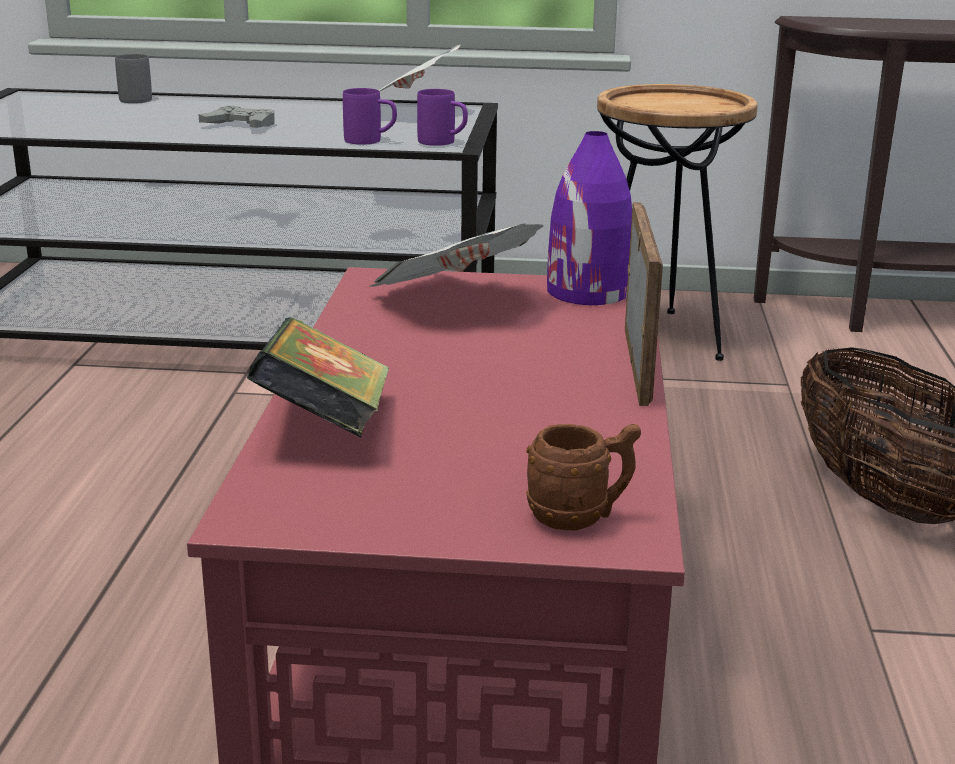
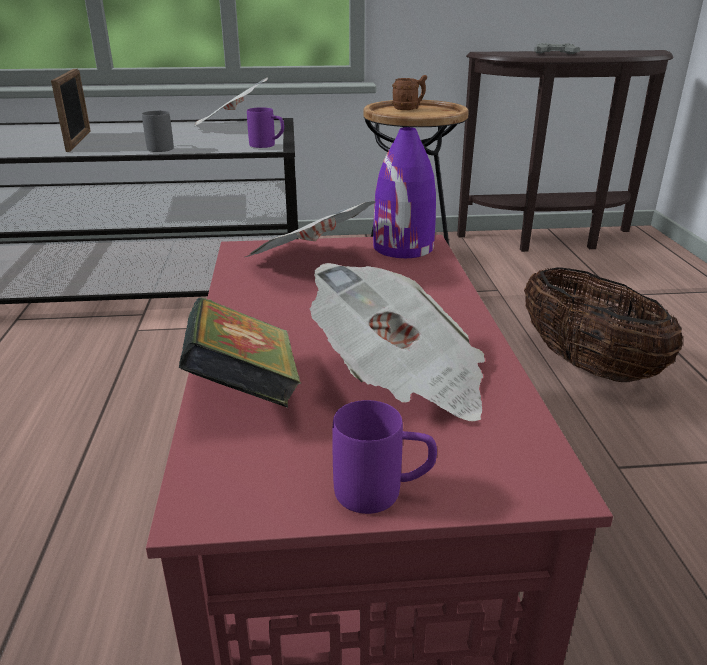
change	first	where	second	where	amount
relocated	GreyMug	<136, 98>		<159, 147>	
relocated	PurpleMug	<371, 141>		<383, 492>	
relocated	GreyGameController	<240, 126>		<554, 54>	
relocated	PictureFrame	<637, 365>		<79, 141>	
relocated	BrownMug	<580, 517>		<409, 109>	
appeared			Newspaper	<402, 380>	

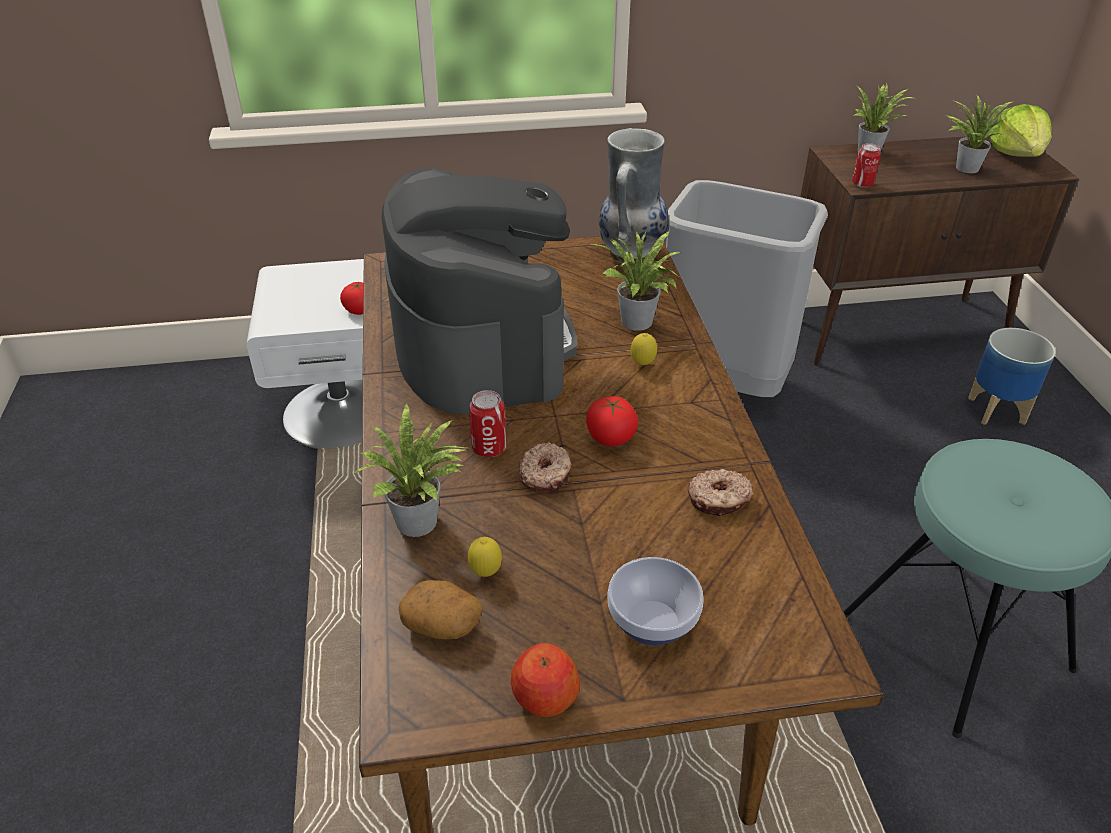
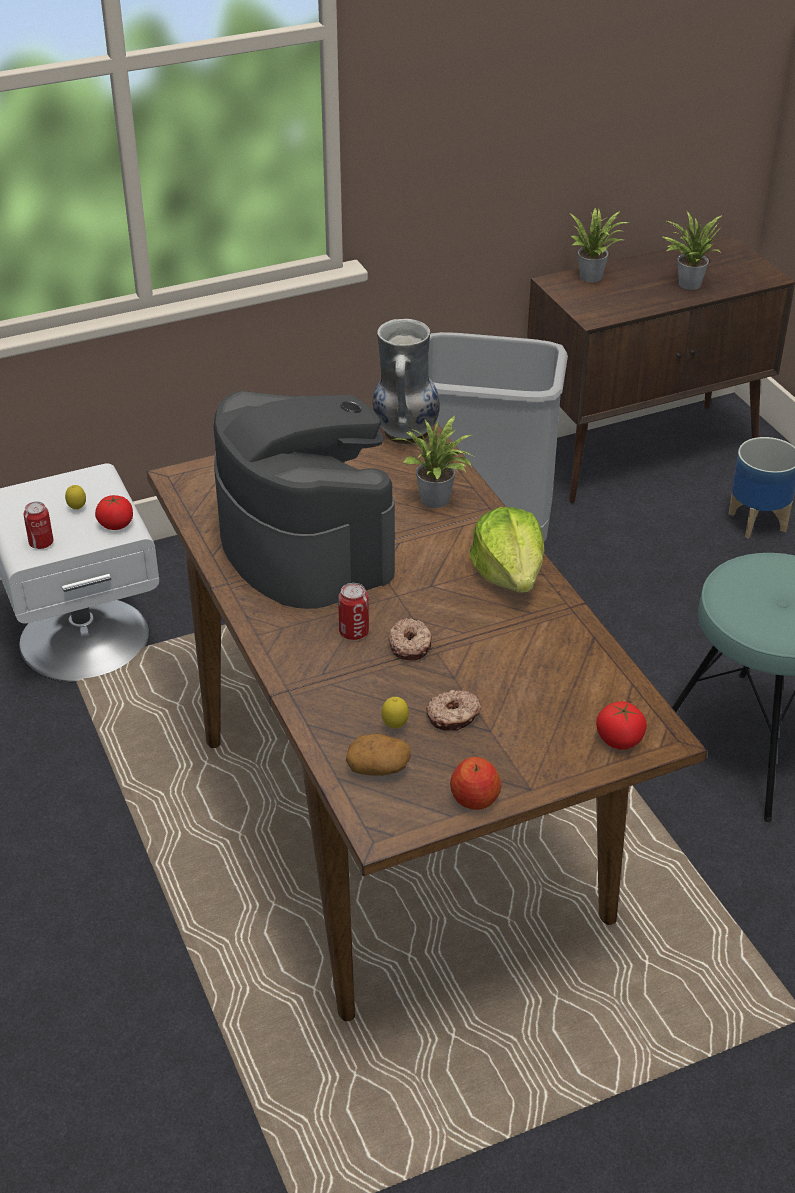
change	first	where	second	where	amount
relocated	Lettuce	<1018, 154>		<509, 574>	
relocated	Can	<862, 184>		<41, 543>	
relocated	Lemon	<642, 364>		<77, 509>	
relocated	Tomato	<610, 437>		<619, 740>	
missing	PottedPlant	<421, 524>			
relocated	Donut	<719, 500>		<453, 717>	
missing	Bowl	<652, 626>			

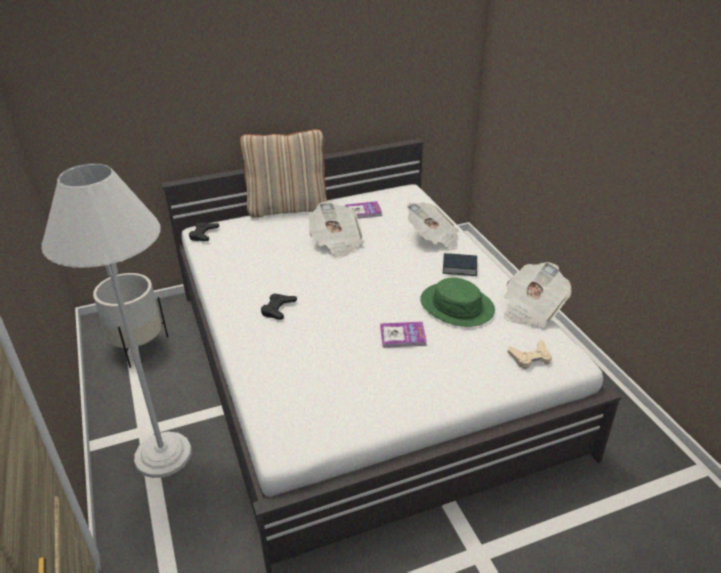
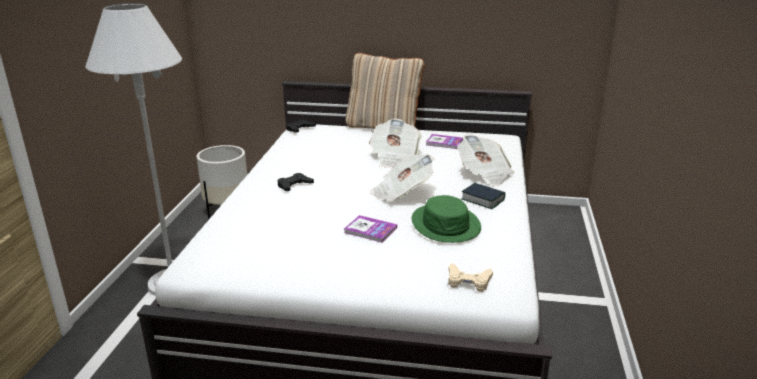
change	first	where	second	where	amount
relocated	Newspaper	<531, 309>		<401, 193>	

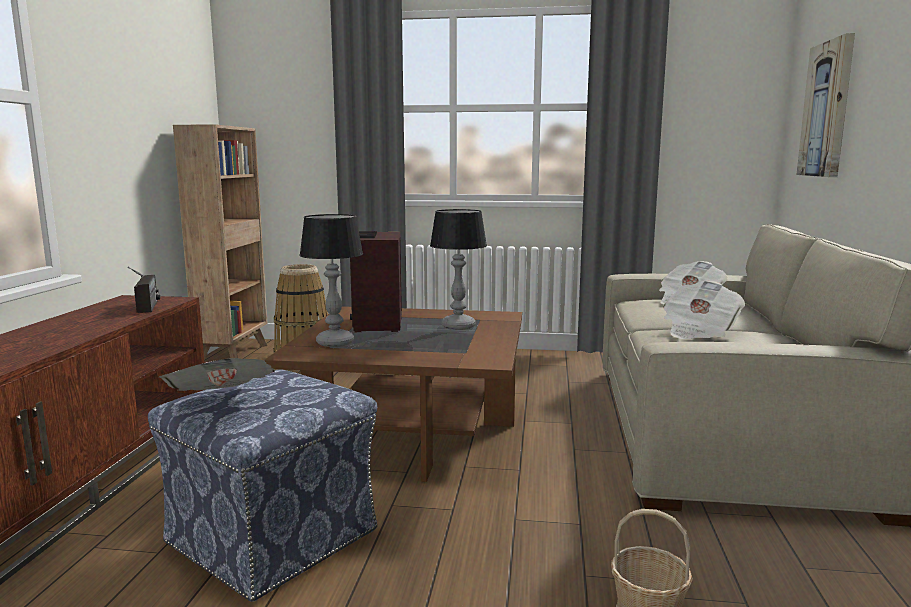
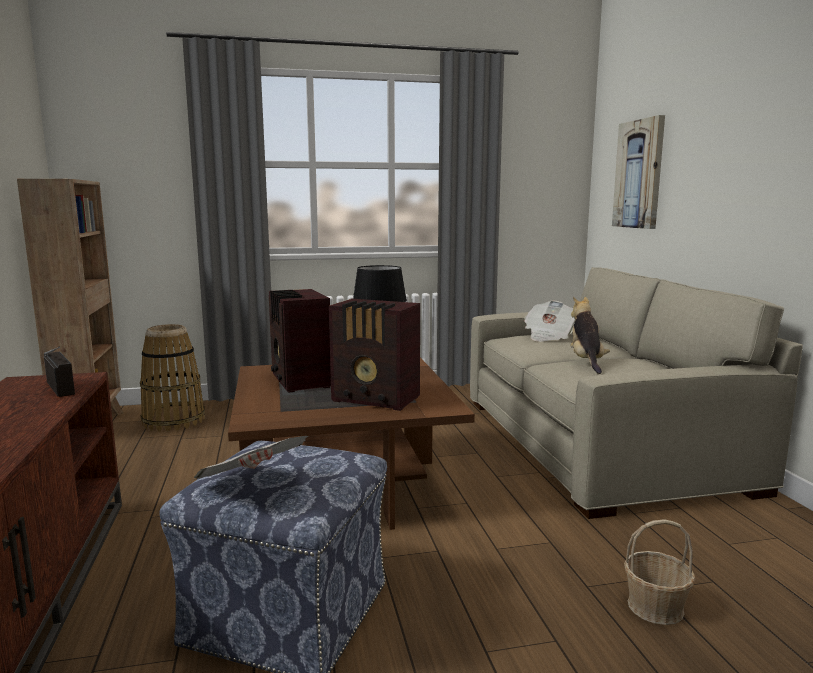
change	first	where	second	where	amount
missing	TableLamp	<334, 342>			
exchanged	Newspaper	<698, 331>	PlushToy	<586, 362>	
appeared			Radio	<377, 399>	

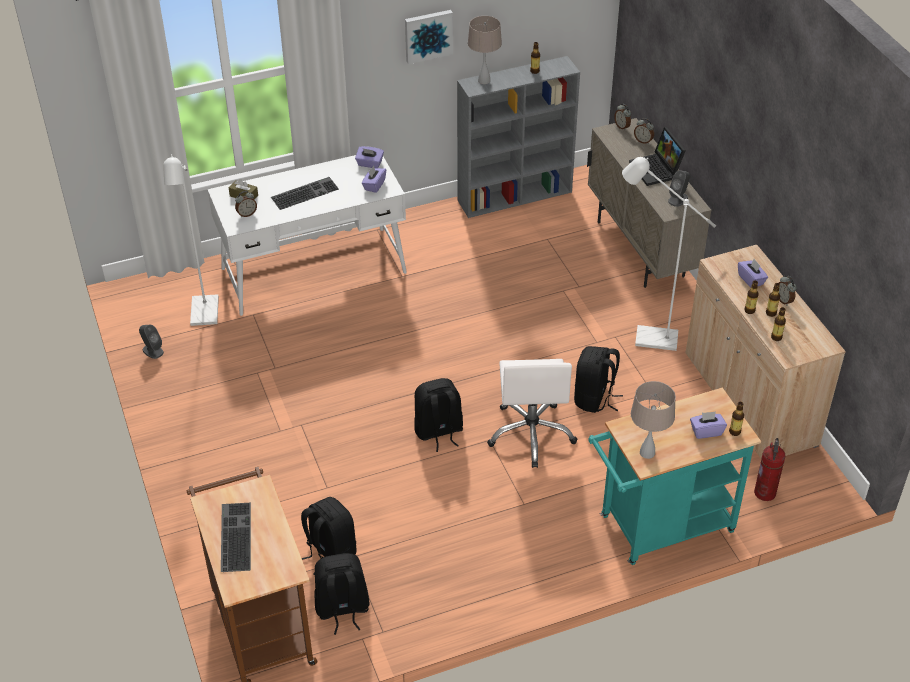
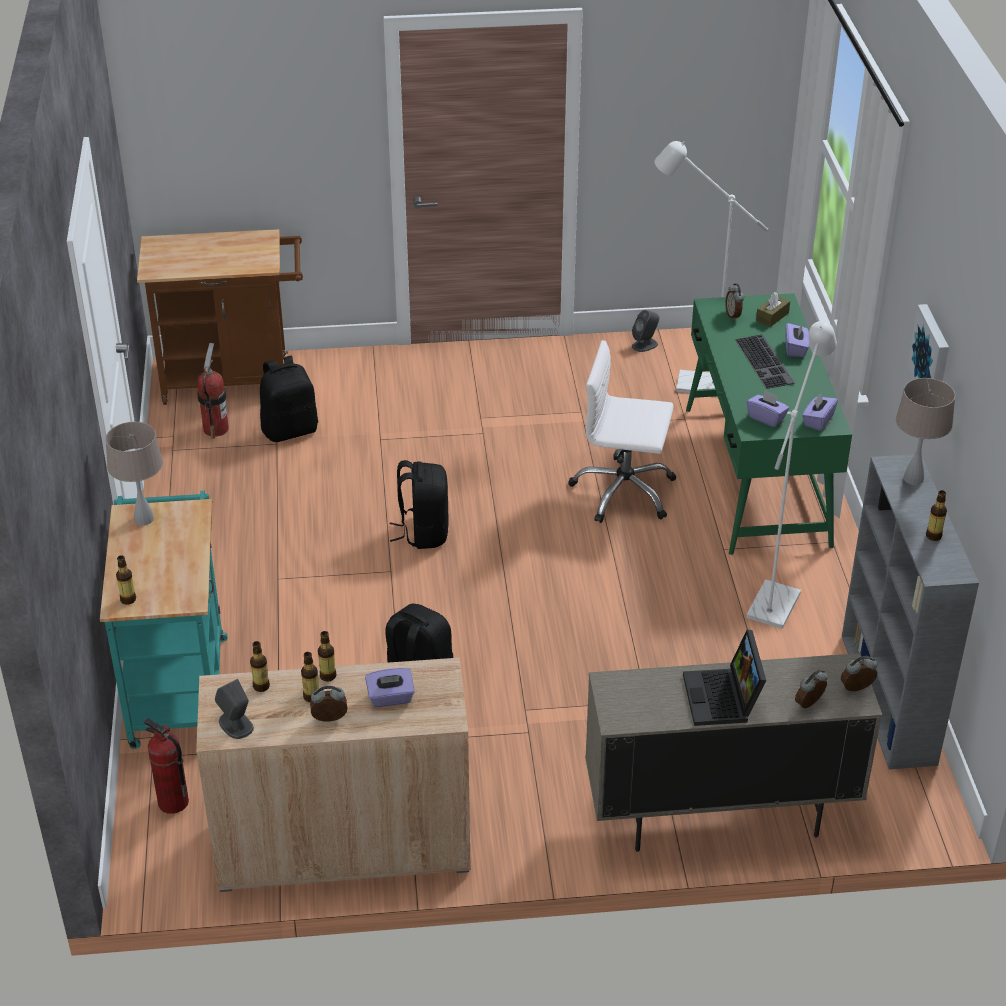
change	first	where	second	where	amount
spun	Laptop	<657, 170>		<723, 699>	90 degrees counterclockwise
colour	WhiteDesk	<314, 270>	GreenDesk	<755, 475>	
relocated	WhiteFloorLamp	<647, 338>		<777, 598>	
relocated	GreySpeaker	<678, 199>		<236, 725>	
relocated	WhiteOfficeChair	<531, 433>		<623, 492>	
relocated	PurpleTissueBox	<706, 431>		<795, 349>	
missing	Keyboard	<234, 536>			
exchanged	BlackBackpack	<342, 609>	FireExtinguisher	<216, 428>	

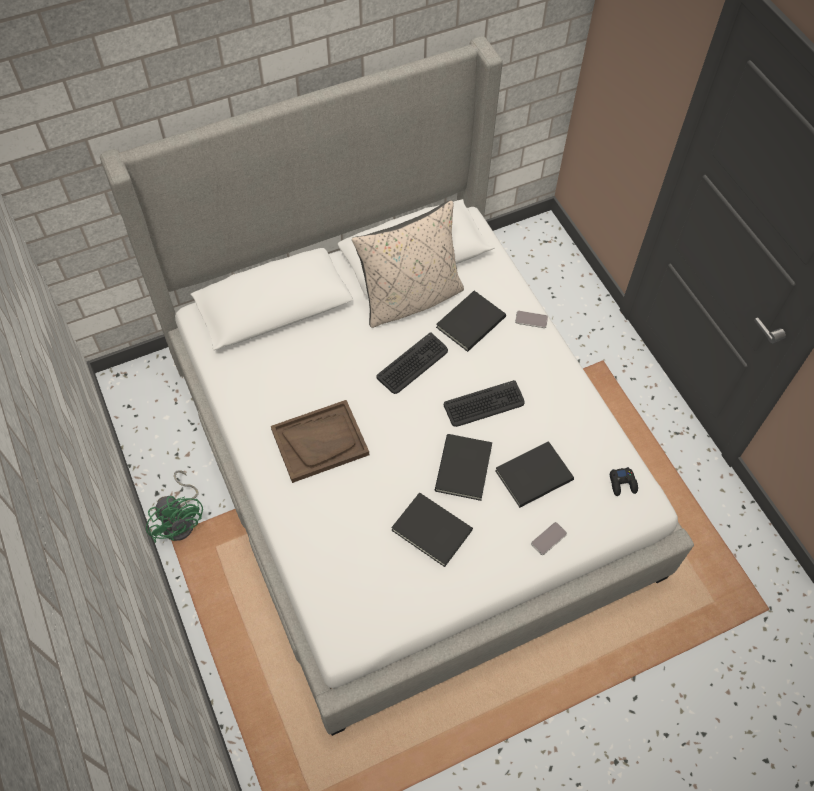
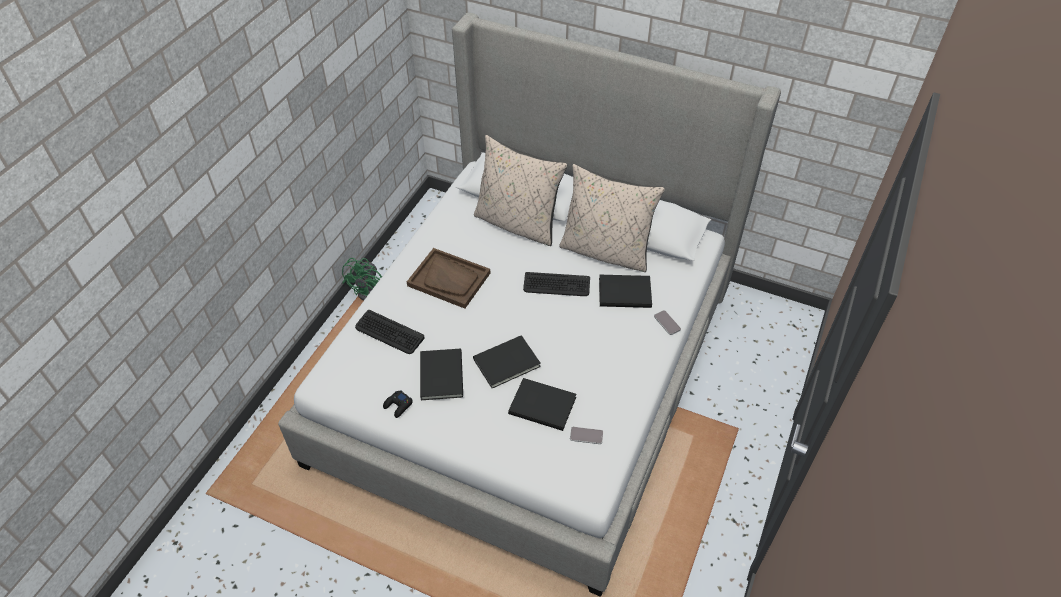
change	first	where	second	where	amount
relocated	Keyboard	<484, 404>		<389, 333>	
relocated	BlackGameController	<622, 483>		<398, 406>	
relocated	Phone	<548, 538>		<586, 435>	
appeared			BeigePillow	<518, 223>	

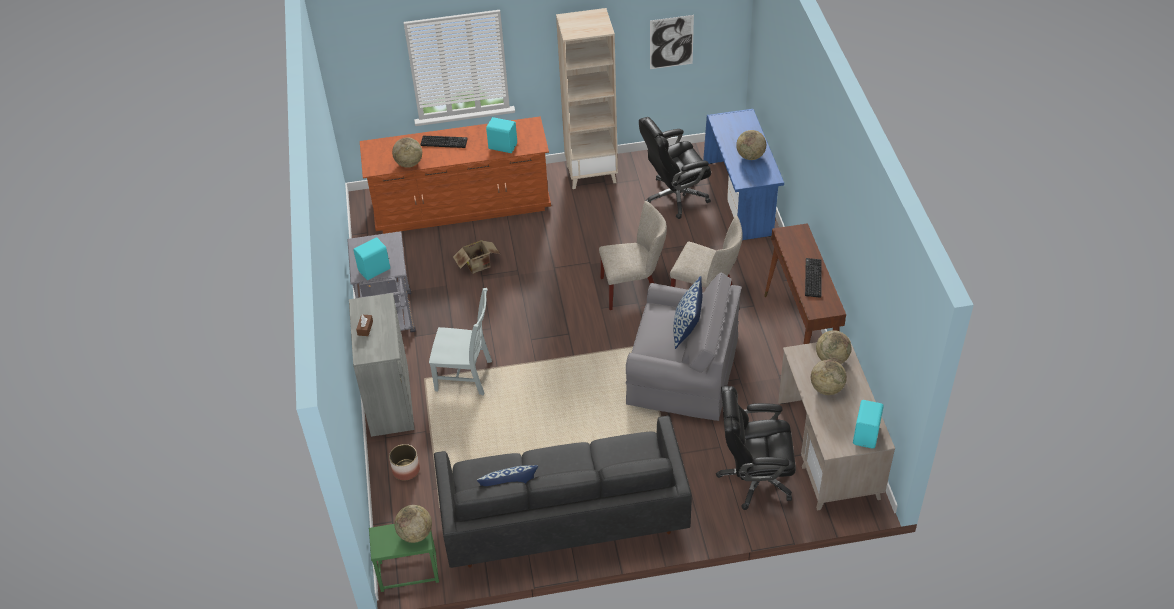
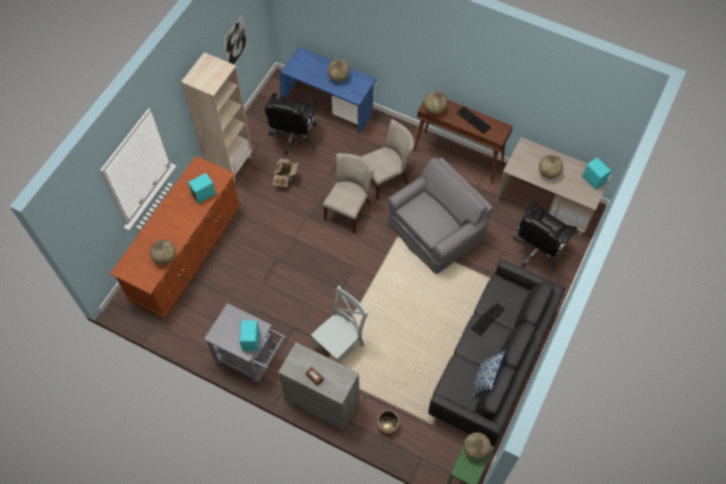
change	first	where	second	where	amount
relocated	Keyboard	<444, 142>		<487, 318>	
relocated	CardboardBox	<479, 266>		<286, 177>	
missing	Pillow	<687, 329>			
relocated	Globe	<831, 359>		<434, 109>	

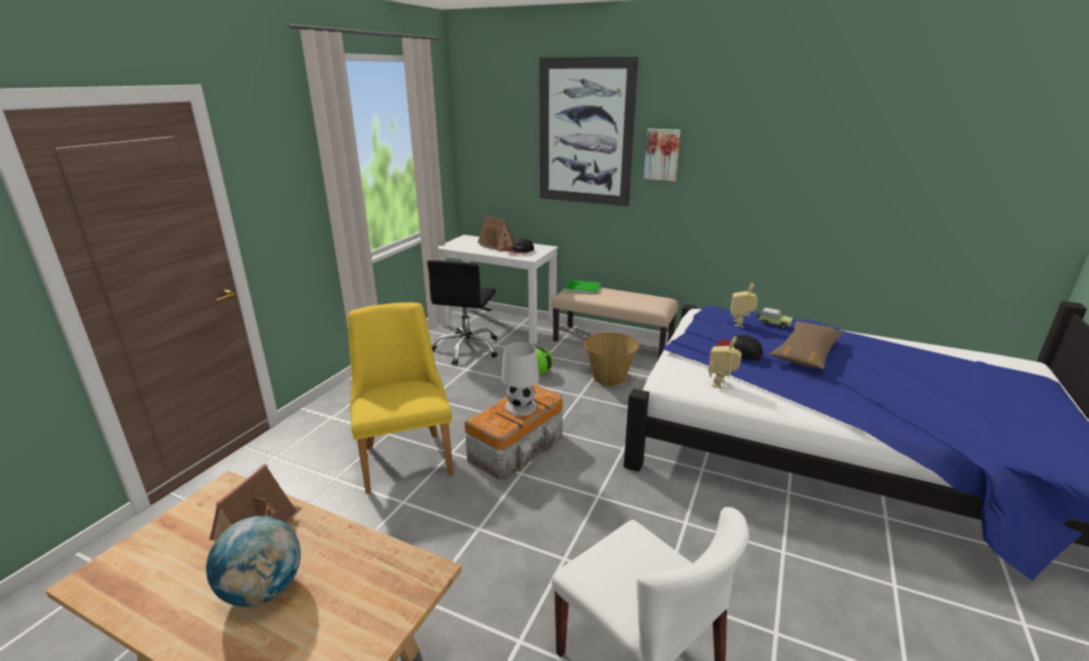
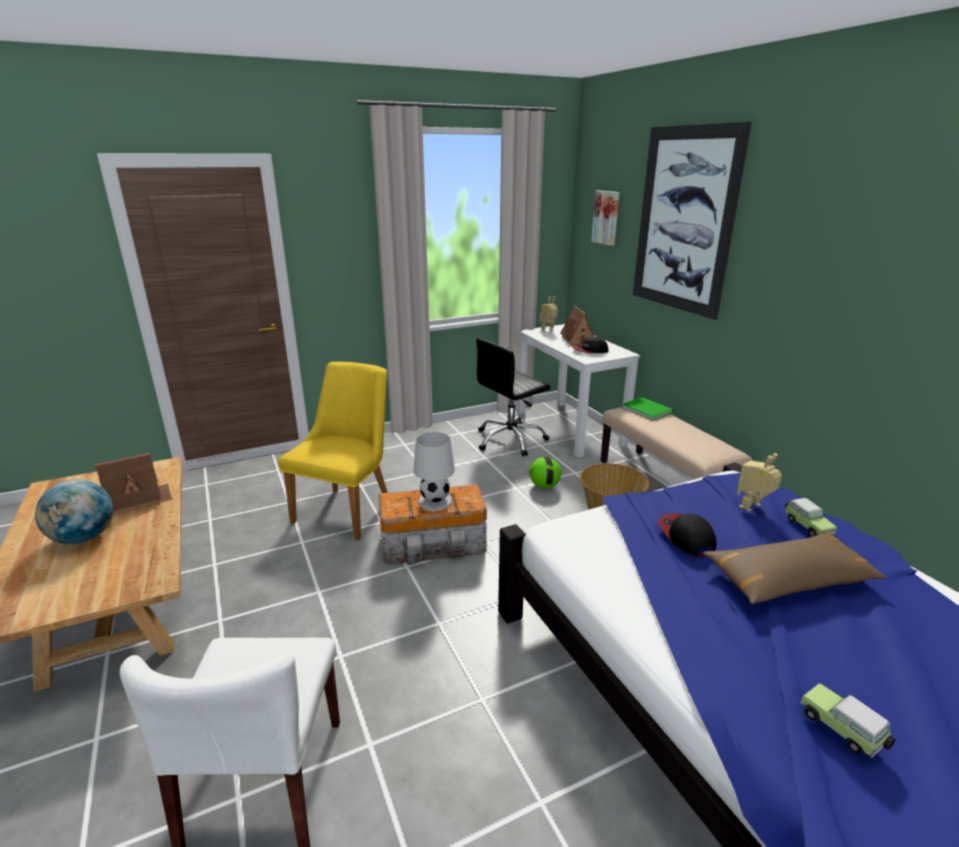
change	first	where	second	where	amount
relocated	Picture	<662, 154>		<606, 217>	
relocated	ToyRobot	<721, 384>		<548, 331>	
appeared			ToyCar	<842, 730>	

